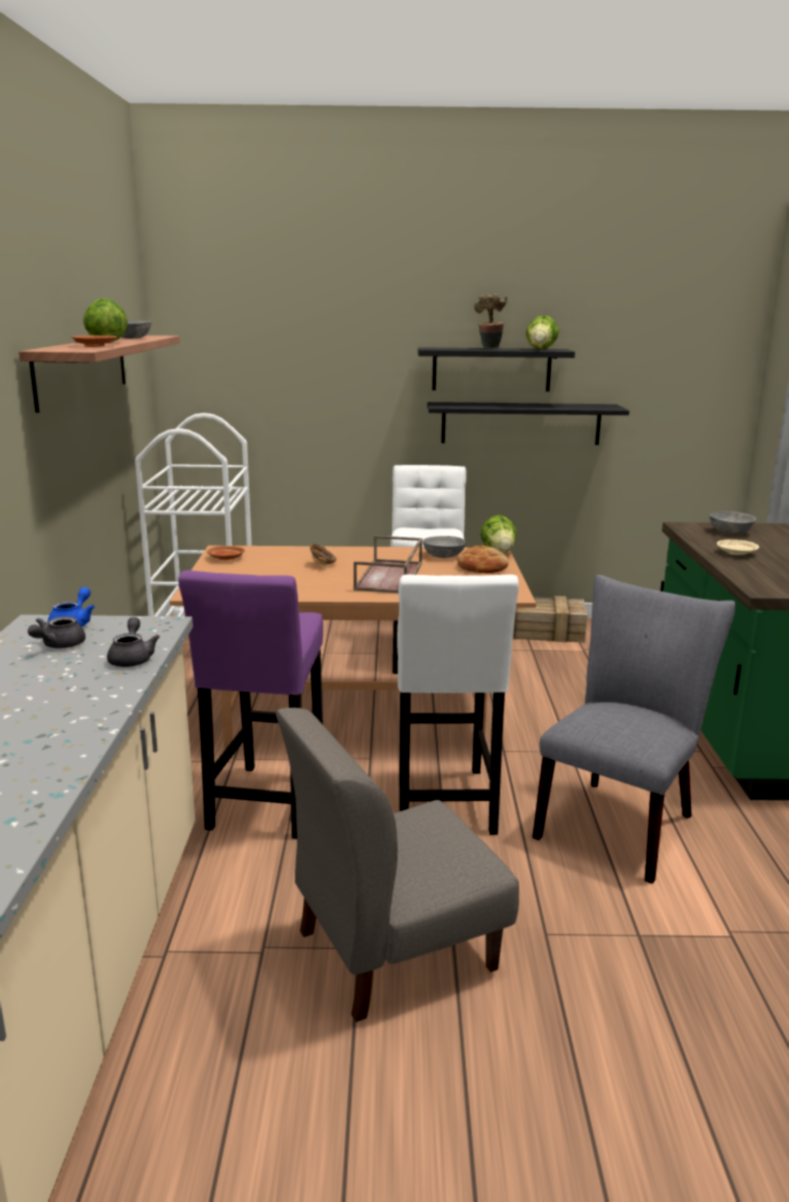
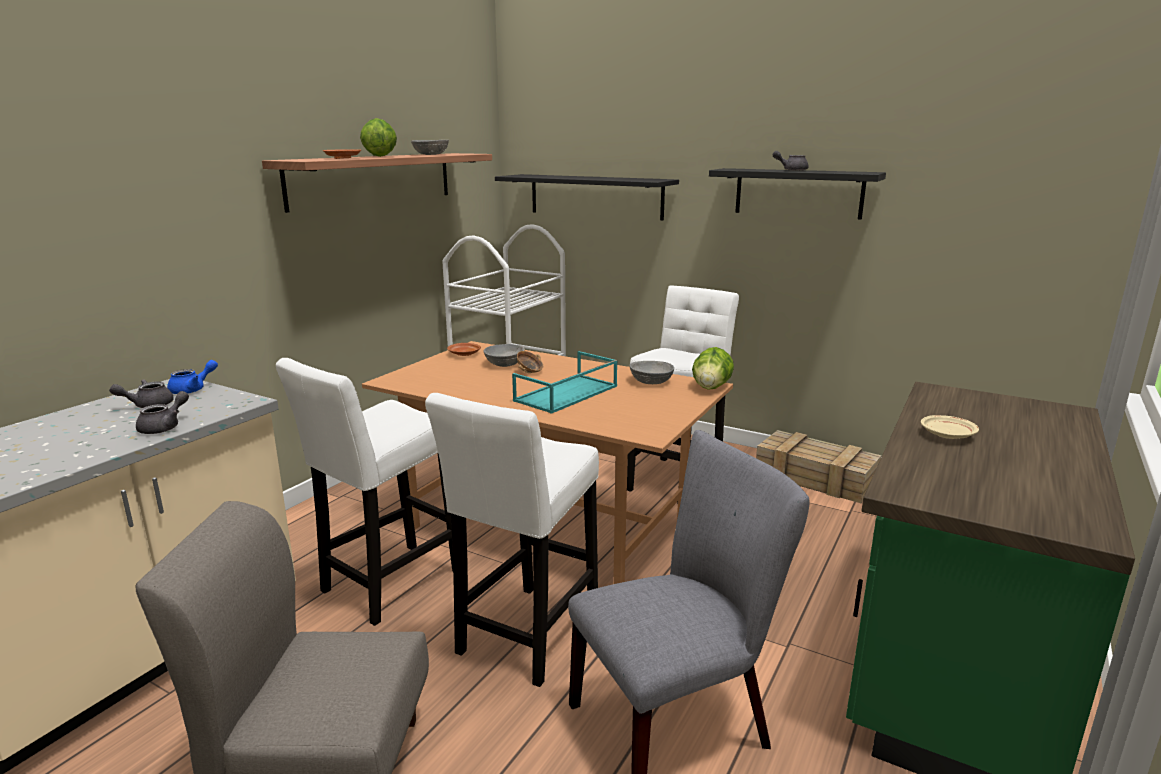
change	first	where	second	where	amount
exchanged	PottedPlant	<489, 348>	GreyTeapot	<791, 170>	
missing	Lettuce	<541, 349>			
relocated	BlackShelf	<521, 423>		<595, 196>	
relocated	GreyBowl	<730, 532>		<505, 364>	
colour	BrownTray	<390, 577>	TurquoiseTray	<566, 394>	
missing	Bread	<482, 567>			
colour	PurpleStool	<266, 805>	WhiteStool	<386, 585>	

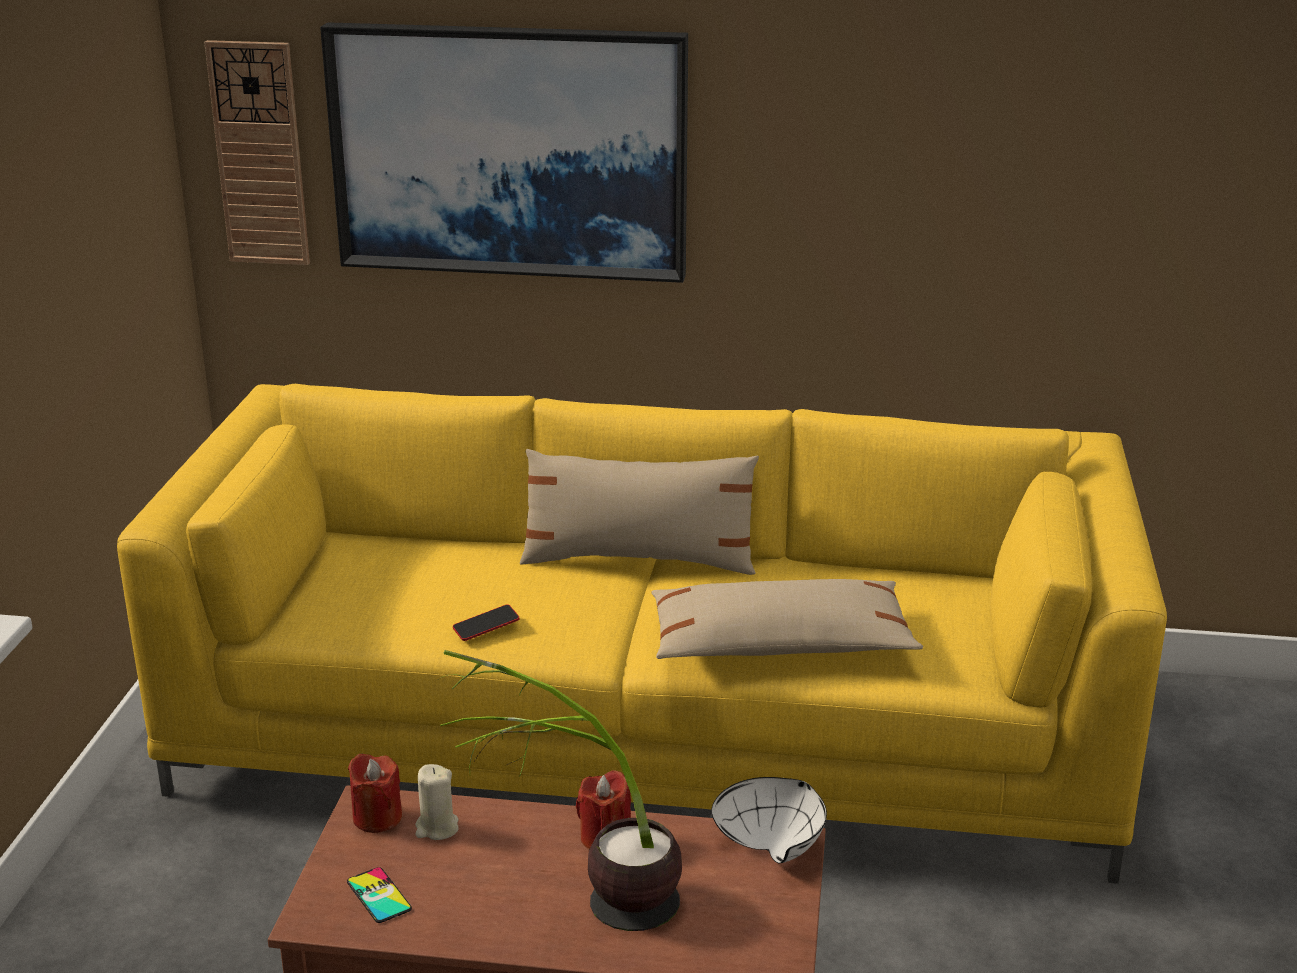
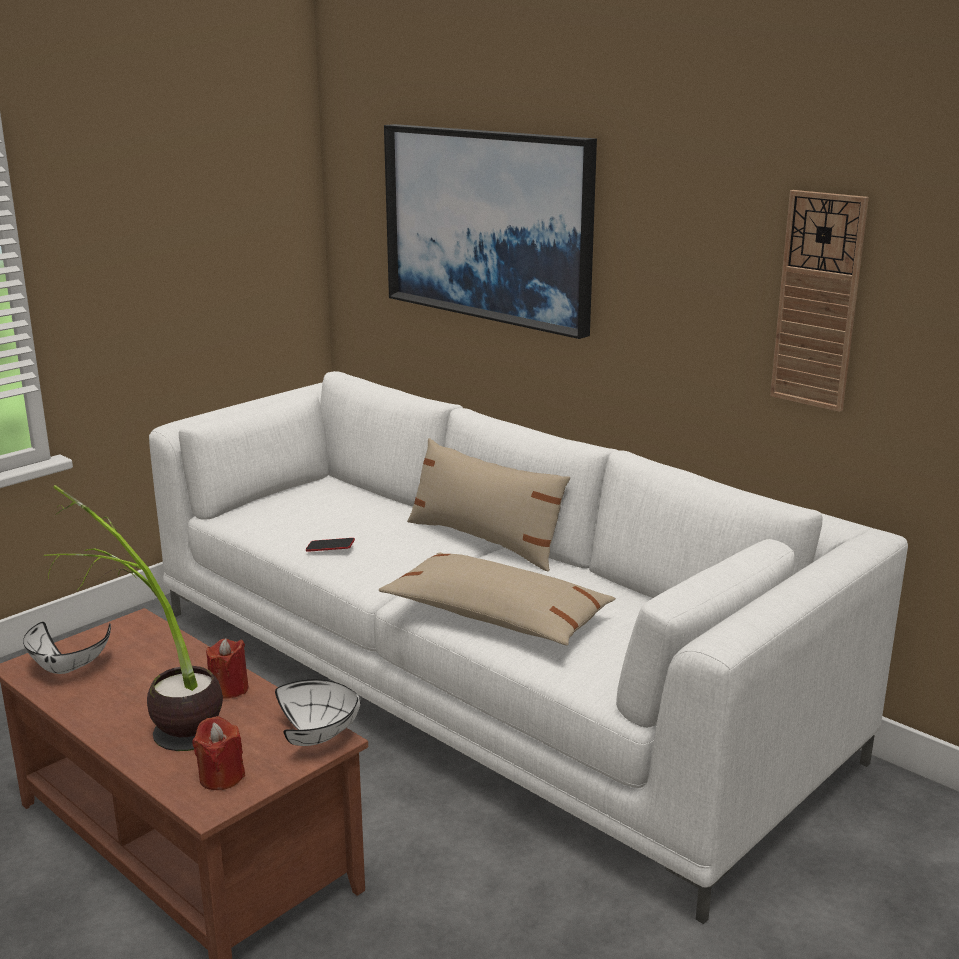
change	first	where	second	where	amount
relocated	WallClock	<259, 154>		<818, 301>	
colour	YellowSofa	<649, 732>	WhiteSofa	<481, 681>	
relocated	RedCandle	<377, 817>		<221, 777>	
missing	BeigeCandle	<437, 828>			
exchanged	Phone	<379, 895>	WhiteBowl	<69, 669>	

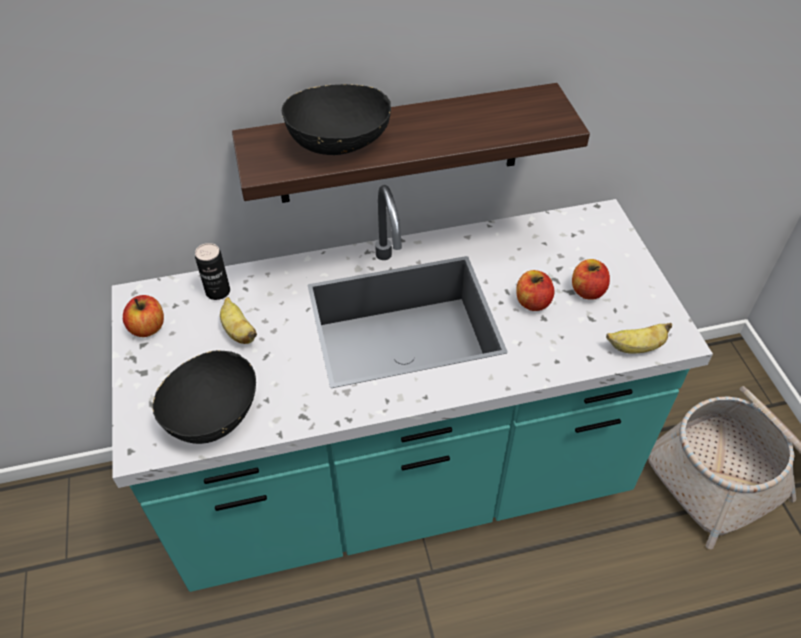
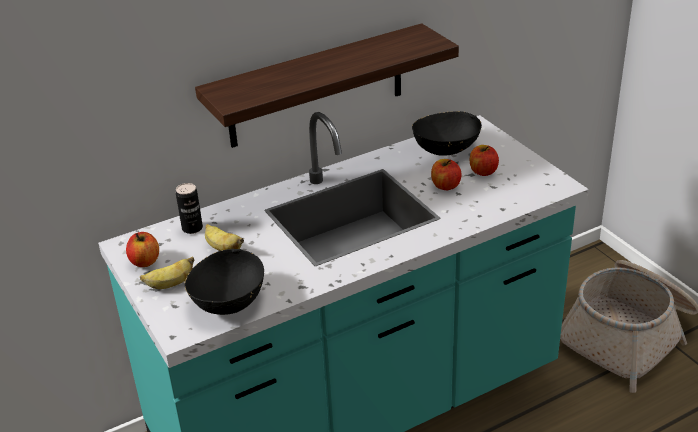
change	first	where	second	where	amount
relocated	BlackBowl	<339, 142>		<446, 148>	
relocated	Banana	<635, 347>		<170, 284>	

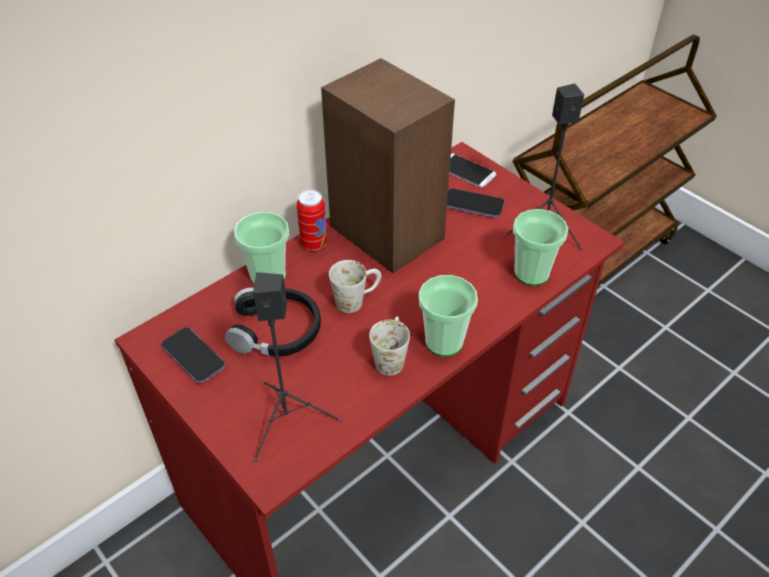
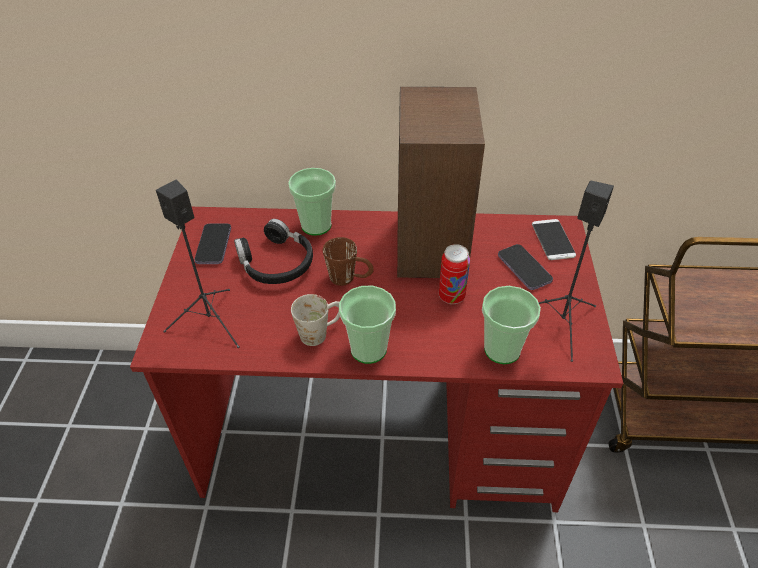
change	first	where	second	where	amount
relocated	Can	<314, 243>		<451, 296>	
colour	WhiteMug	<357, 300>	BrownMug	<349, 278>	

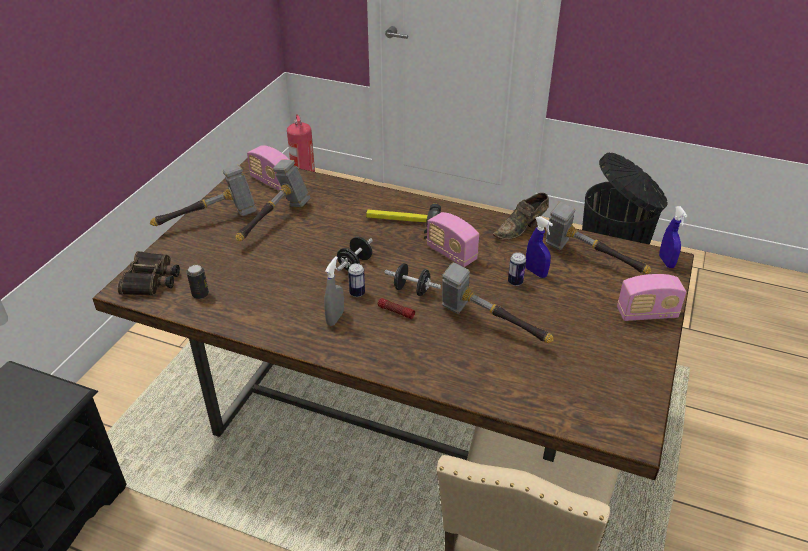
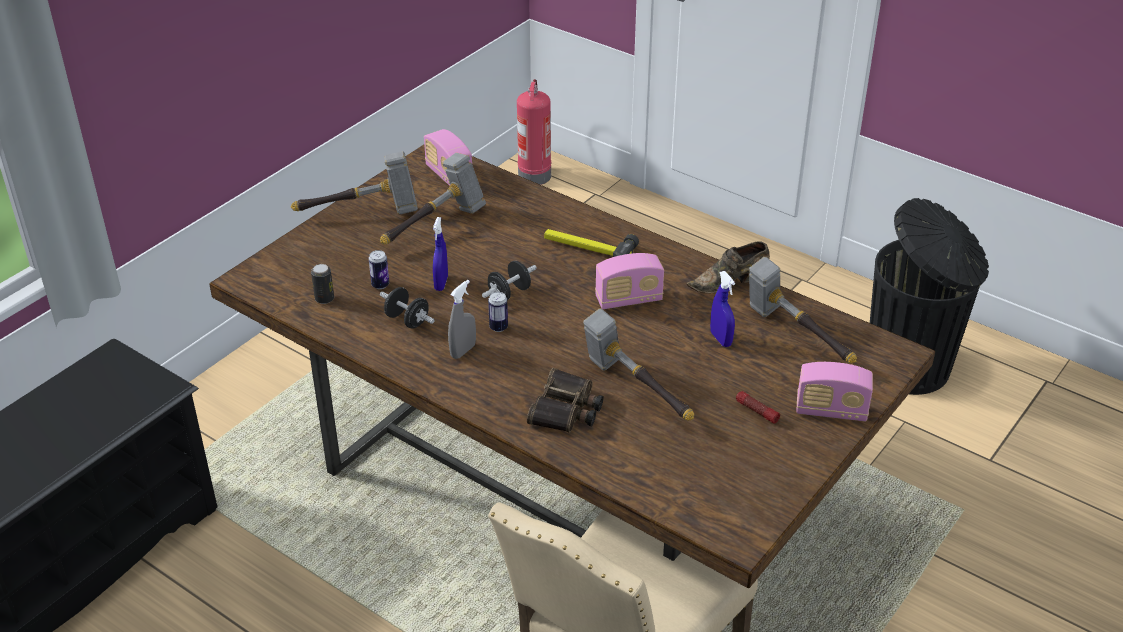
change	first	where	second	where	amount
relocated	BlueSprayBottle	<666, 262>		<441, 283>	
spun	Radio	<451, 254>		<628, 299>	75 degrees counterclockwise
relocated	Binoculars	<152, 280>		<567, 409>	
relocated	Can	<515, 282>		<380, 285>	
relocated	BlackDumbbell	<412, 290>		<407, 320>	
relocated	Flashlight	<396, 312>		<756, 411>	

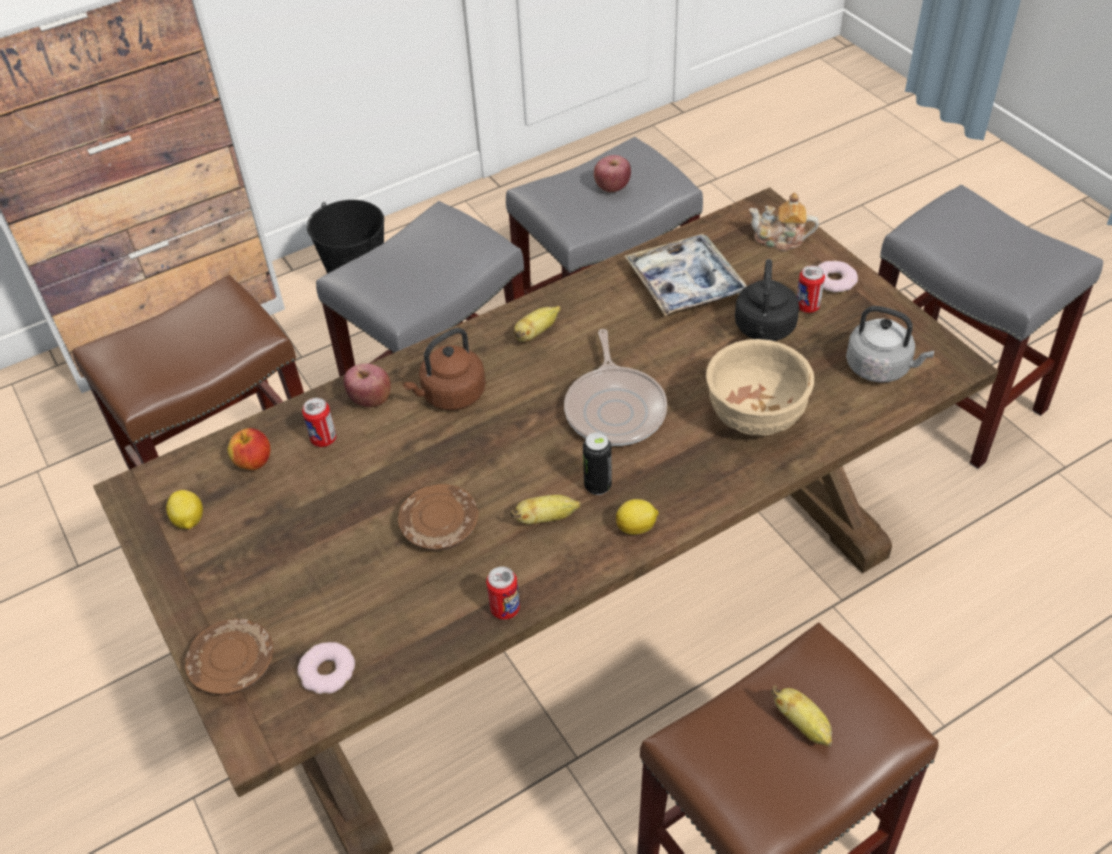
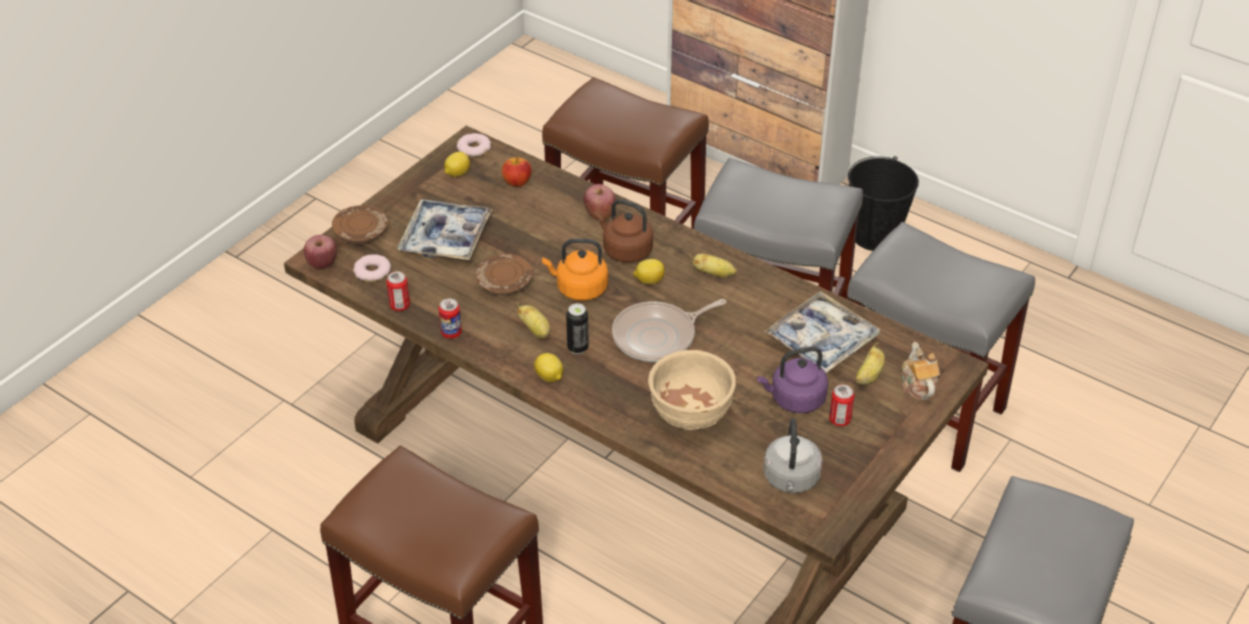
change	first	where	second	where	amount
relocated	Apple	<612, 187>		<322, 263>	
colour	BlackKettle	<764, 329>	PurpleKettle	<794, 399>	
relocated	Donut	<834, 280>		<474, 148>	
relocated	Can	<323, 439>		<400, 306>	
relocated	Banana	<803, 725>		<869, 376>	
appeared			Tray	<445, 238>	
appeared			OrangeKettle	<579, 289>	
appeared			Lemon	<649, 281>	

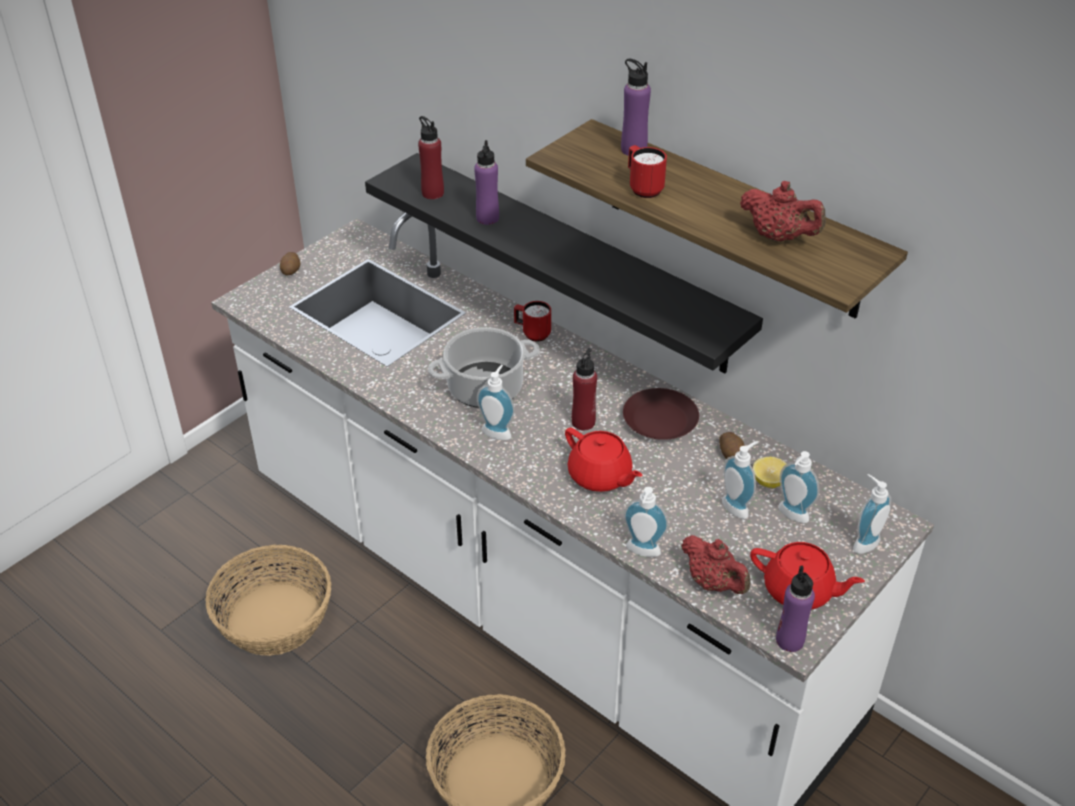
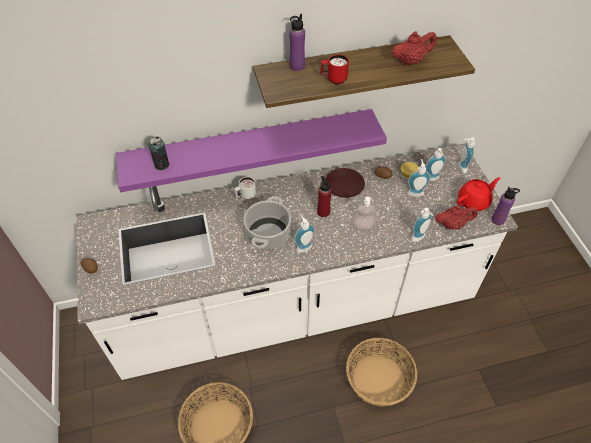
change	first	where	second	where	amount
exchanged	RedBottle	<432, 193>	Can	<162, 165>	
missing	PurpleBottle	<487, 218>			
colour	BlackShelf	<574, 261>	PurpleShelf	<249, 147>	
colour	RedMug	<532, 333>	WhiteMug	<245, 196>	
exchanged	RedTeapot	<600, 476>	SoapDispenser	<363, 226>	

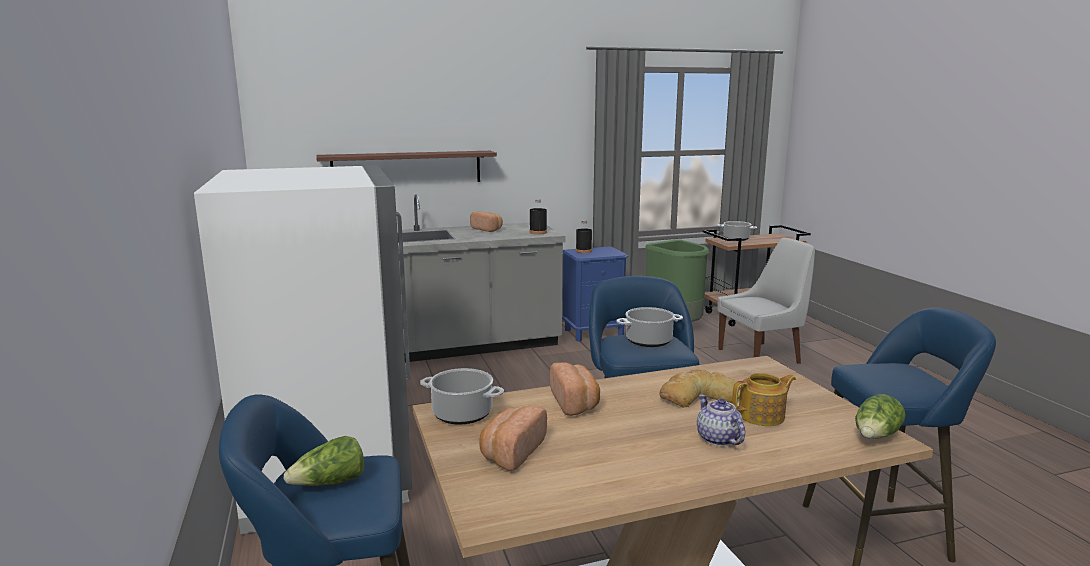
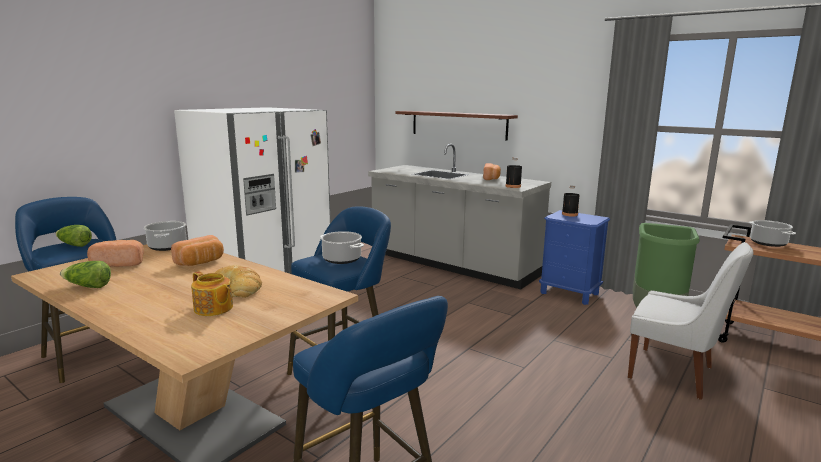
change	first	where	second	where	amount
relocated	Lettuce	<876, 436>		<88, 286>	
missing	Teapot	<718, 439>			

